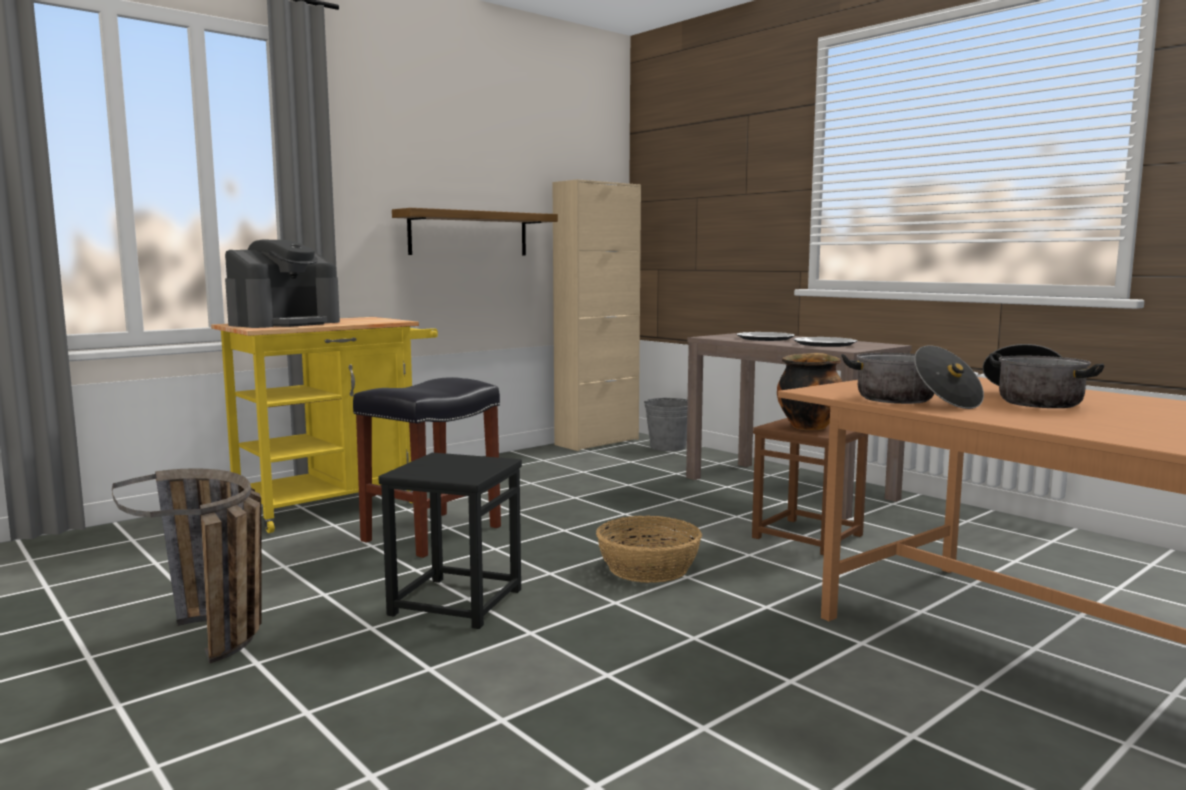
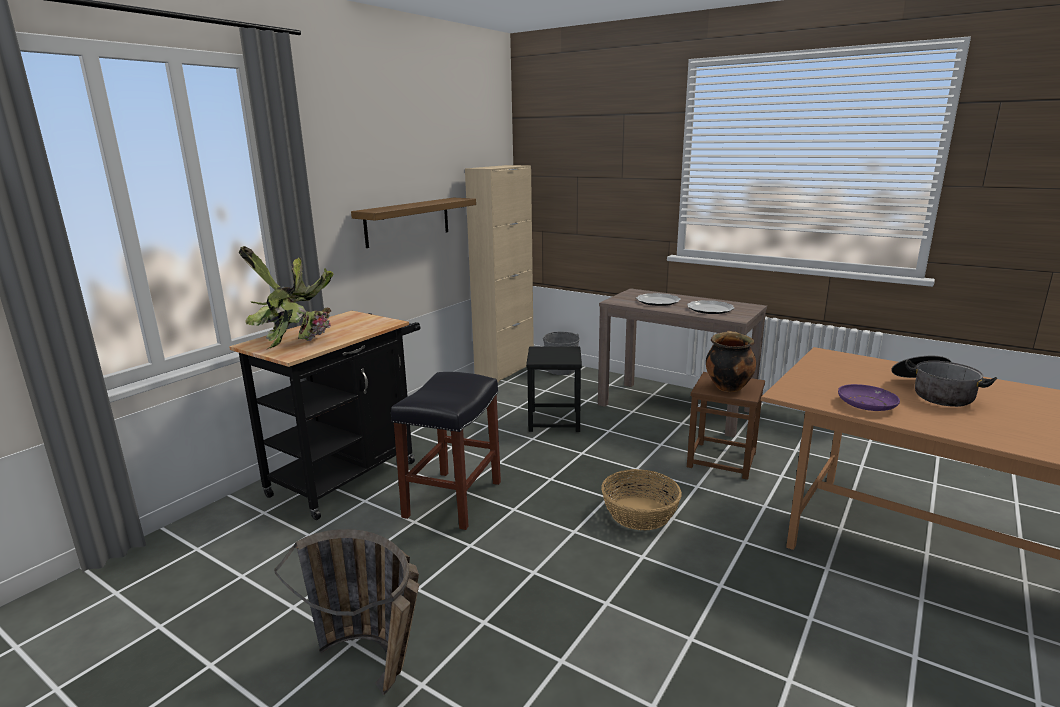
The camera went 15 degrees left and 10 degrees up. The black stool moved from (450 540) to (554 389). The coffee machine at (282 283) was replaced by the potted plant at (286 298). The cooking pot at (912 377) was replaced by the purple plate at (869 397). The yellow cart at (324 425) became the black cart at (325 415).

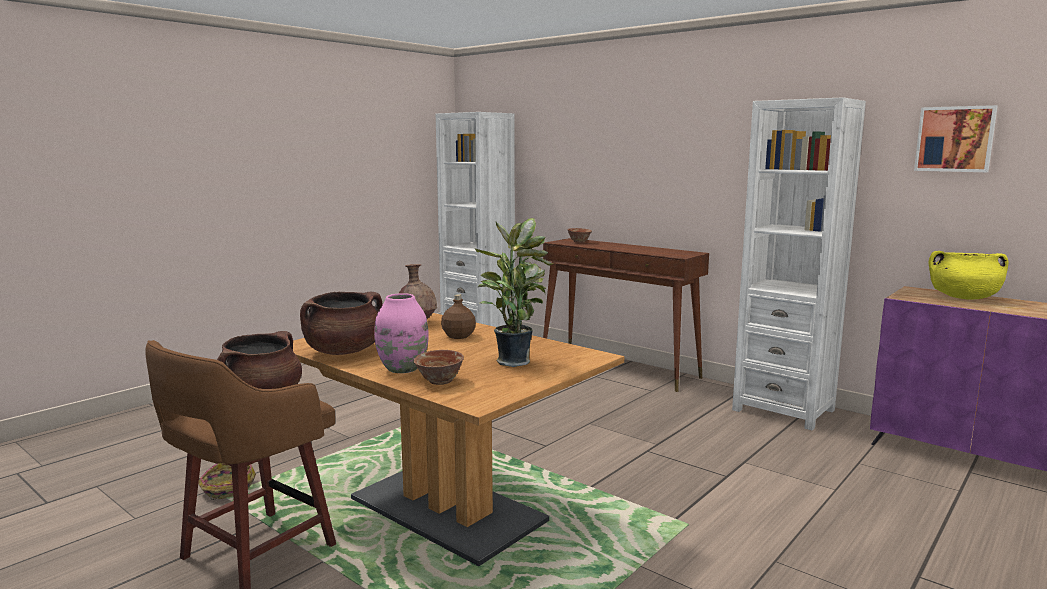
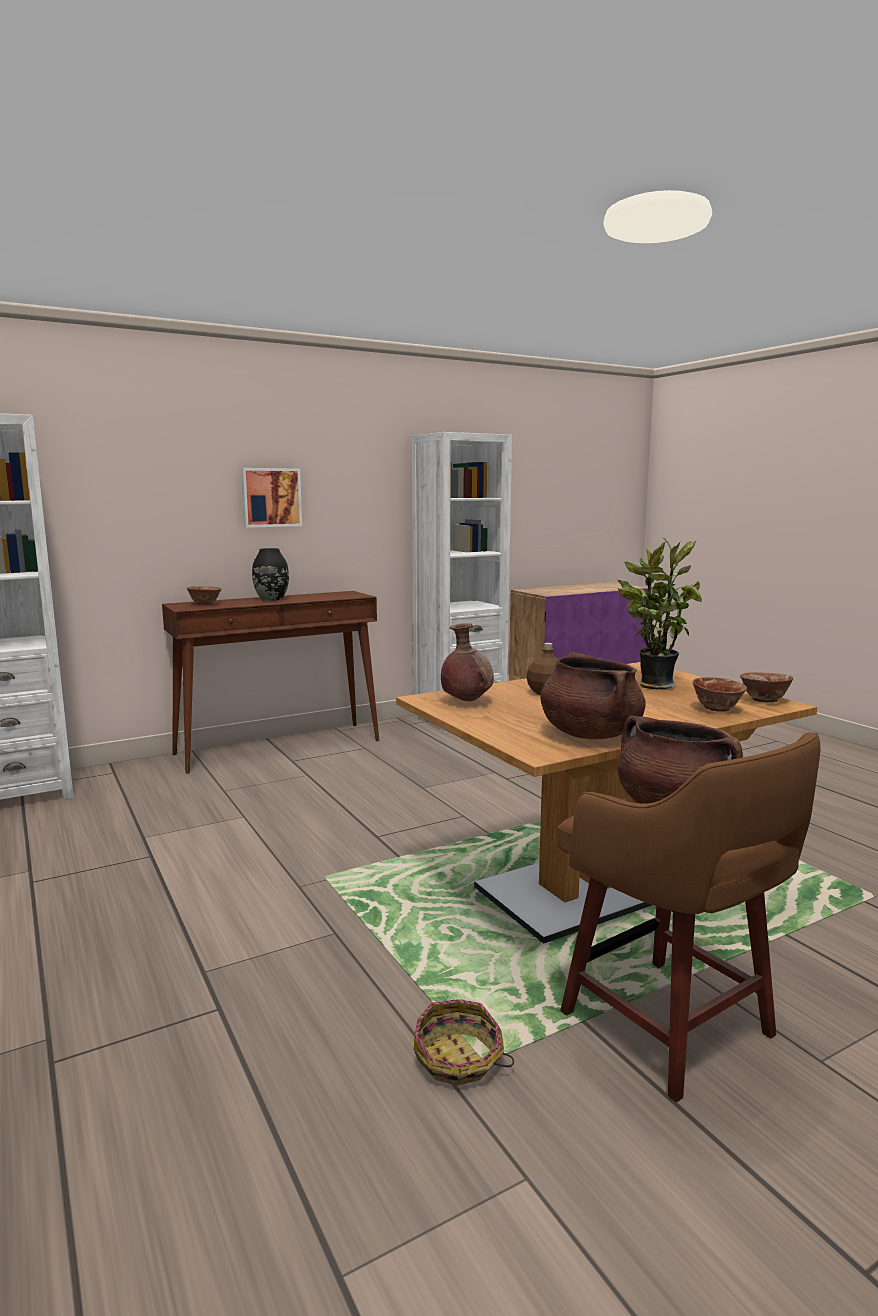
The camera went 70 degrees left and 0 degrees up. The pink vase at (401 333) disappeared. The yellow cooking pot at (968 275) disappeared. The black vase at (270 574) appeared. The bowl at (766 687) appeared. The picture moved from (956 138) to (271 498).

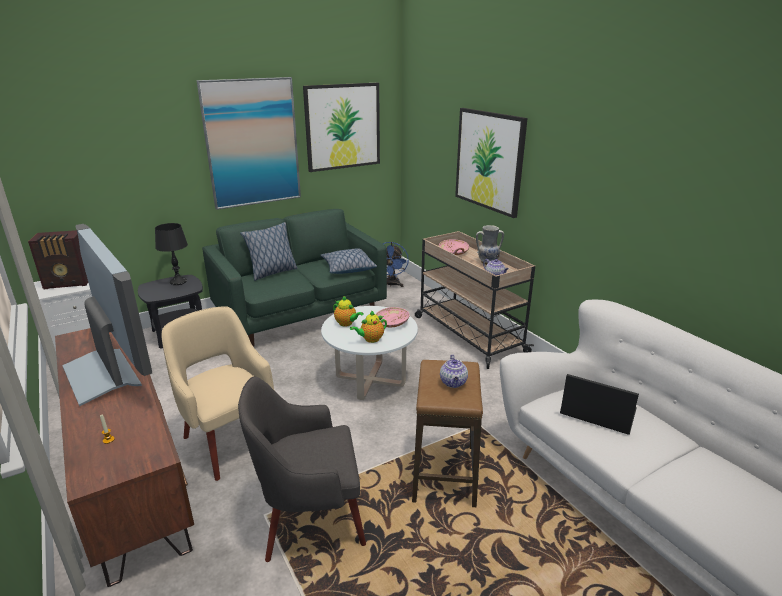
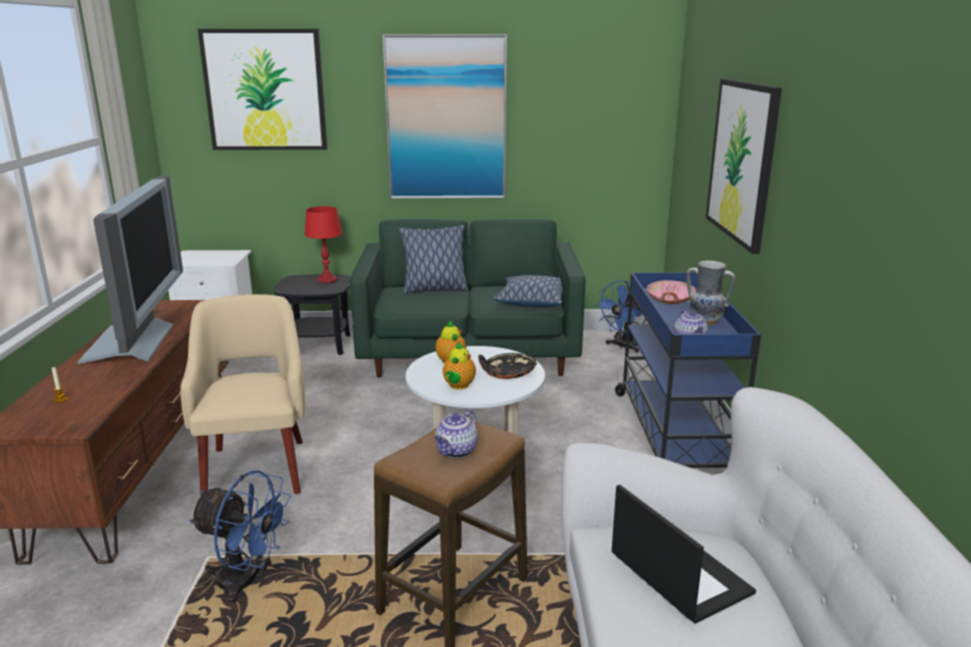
The camera went 30 degrees right and 5 degrees down. The radio at (58 259) disappeared. The picture moved from (341 127) to (262 89). The grey armchair at (302 469) was replaced by the blue fan at (240 537). The black table lamp at (171 254) became the red table lamp at (323 244). The pink bowl at (393 317) became the black bowl at (507 366). The beige cart at (475 300) became the blue cart at (688 370). The teapot at (368 326) turned 75 degrees counterclockwise.

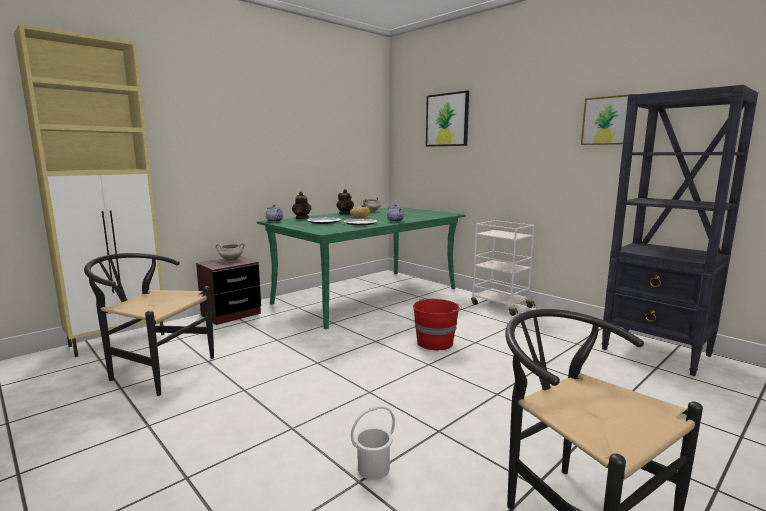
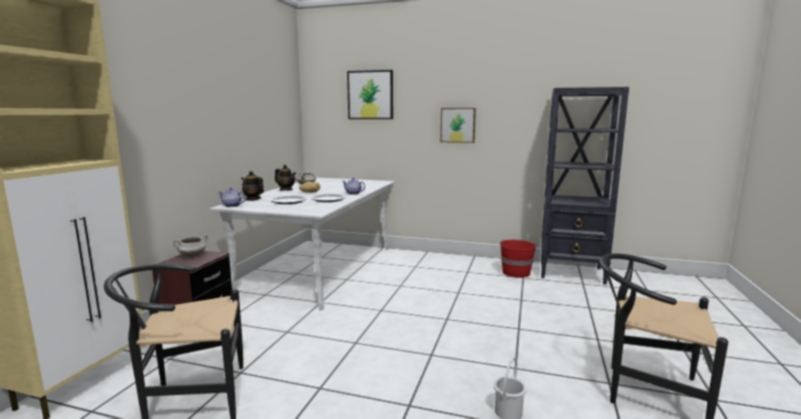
The camera went 30 degrees left and 0 degrees up. The white cart at (503 268) disappeared. The red bucket moved from (437 324) to (518 259). The picture moved from (607 119) to (458 125). The green dining table at (361 268) became the white dining table at (302 244).

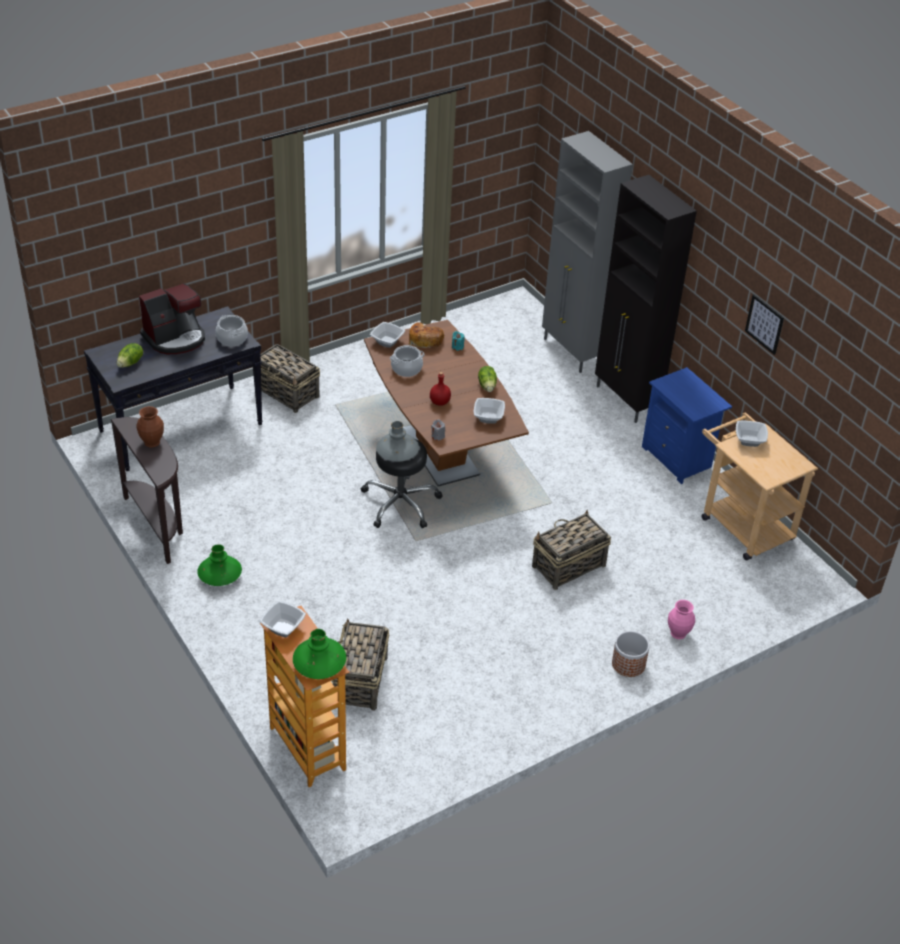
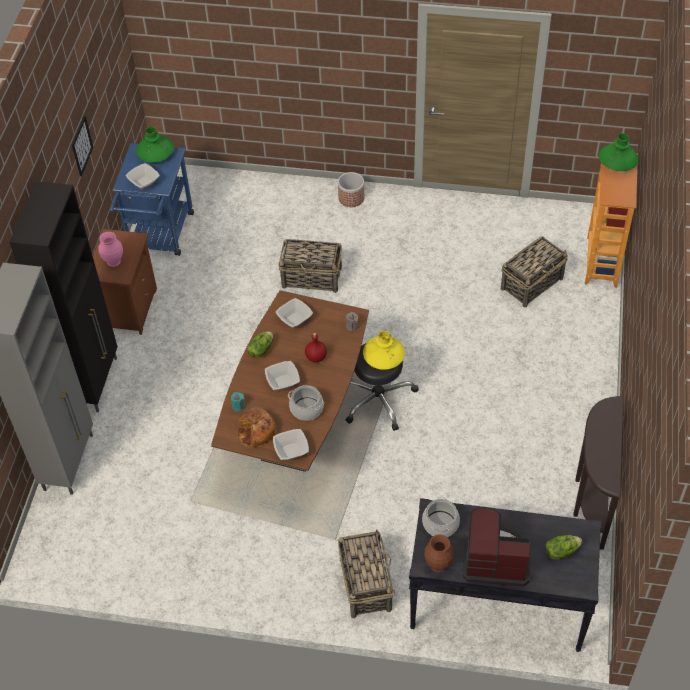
The camera went 135 degrees left and 10 degrees up. The brown vase moved from (150 426) to (439 553). The green vase moved from (219 565) to (155 145). The bowl moved from (282 619) to (282 376). The pink vase moved from (681 619) to (111 249). The grey vase at (397 441) became the yellow vase at (384 350). The blue nightstand at (687 425) became the brown nightstand at (125 282). The beige cart at (760 486) became the blue cart at (152 199).

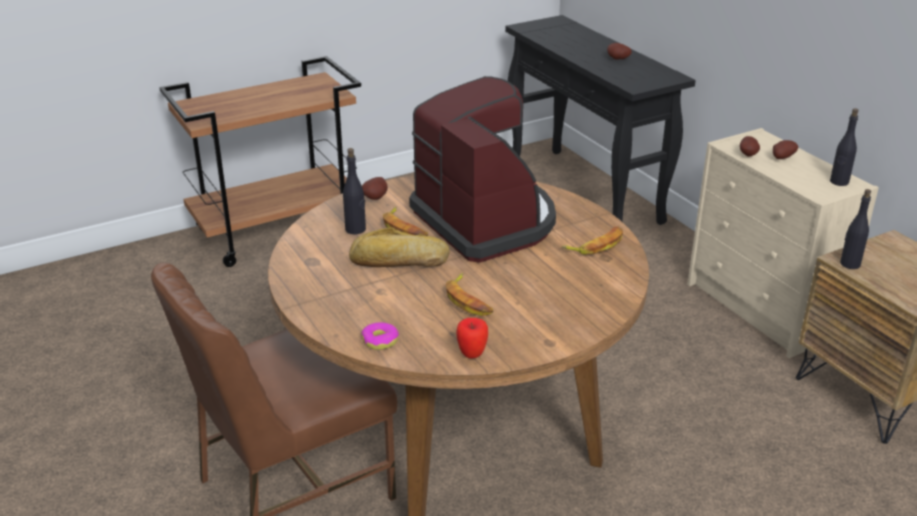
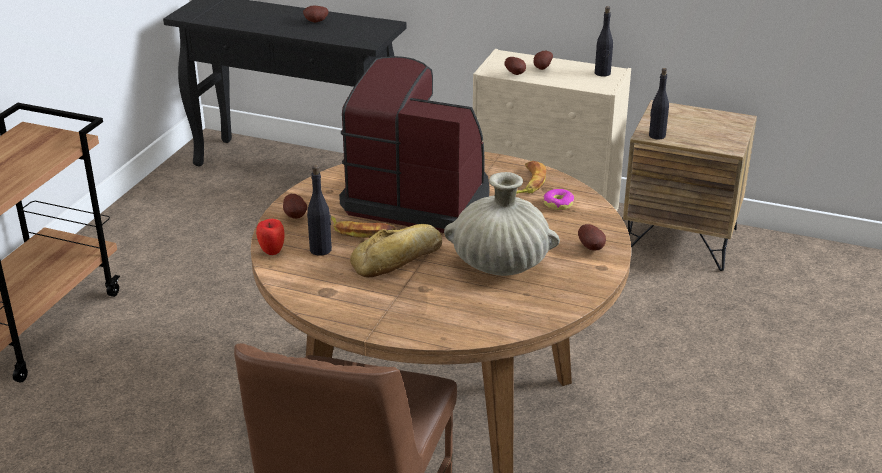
The camera went 40 degrees left and 0 degrees up. The potato at (592 237) appeared. The donut moved from (380 336) to (559 199). The apple moved from (472 338) to (270 237). The banana at (469 294) was replaced by the beige vase at (502 224).

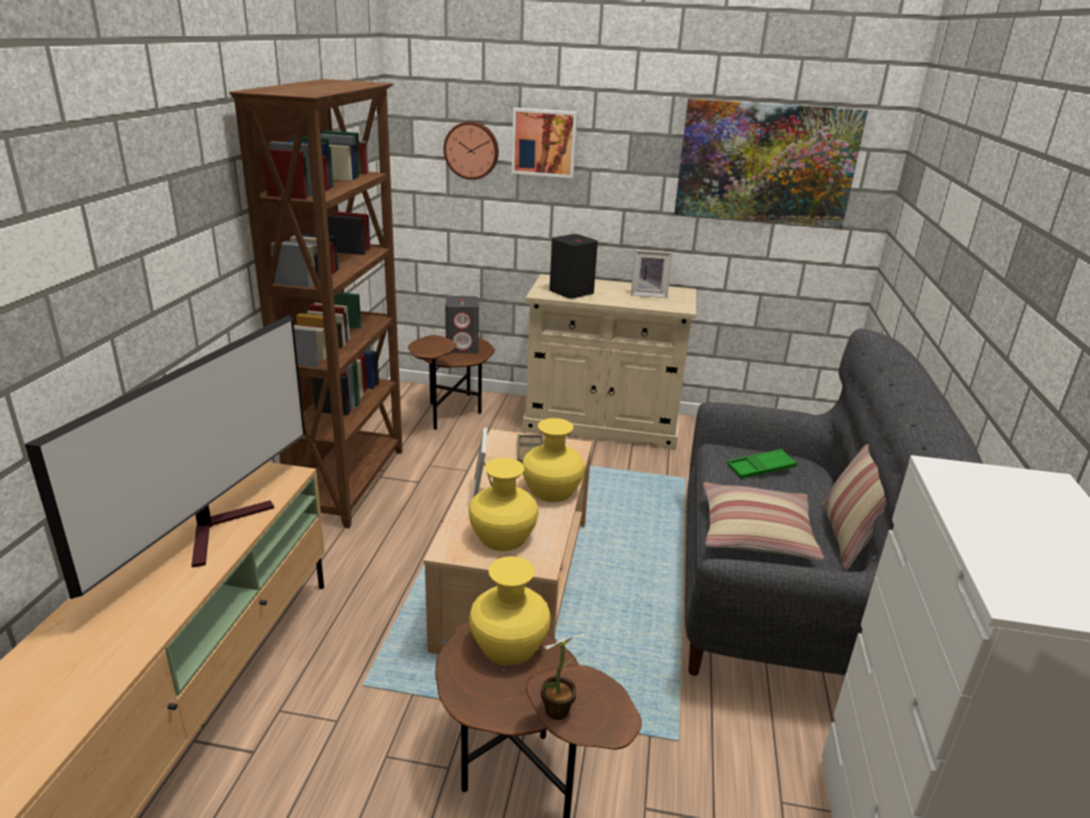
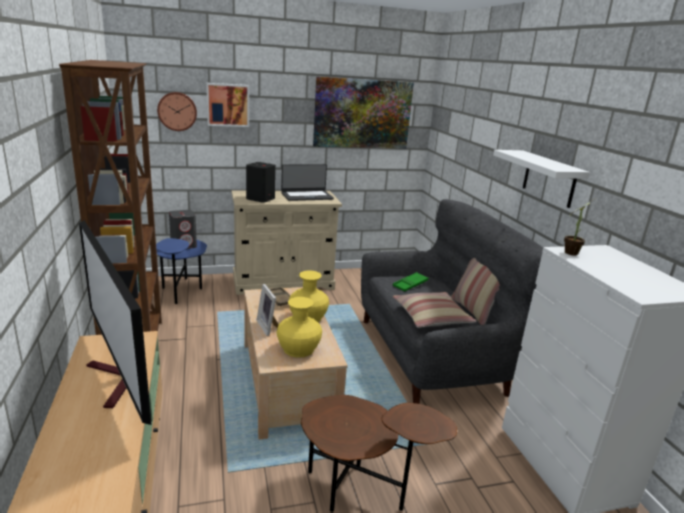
The camera went 25 degrees left and 5 degrees down. The yellow vase at (510 610) disappeared. The white shelf at (541 179) appeared. The potted plant moved from (563 675) to (580 226). The picture frame at (651 274) was replaced by the laptop at (307 182). The brown side table at (451 382) became the blue side table at (181 271). The television at (165 457) turned 150 degrees clockwise.

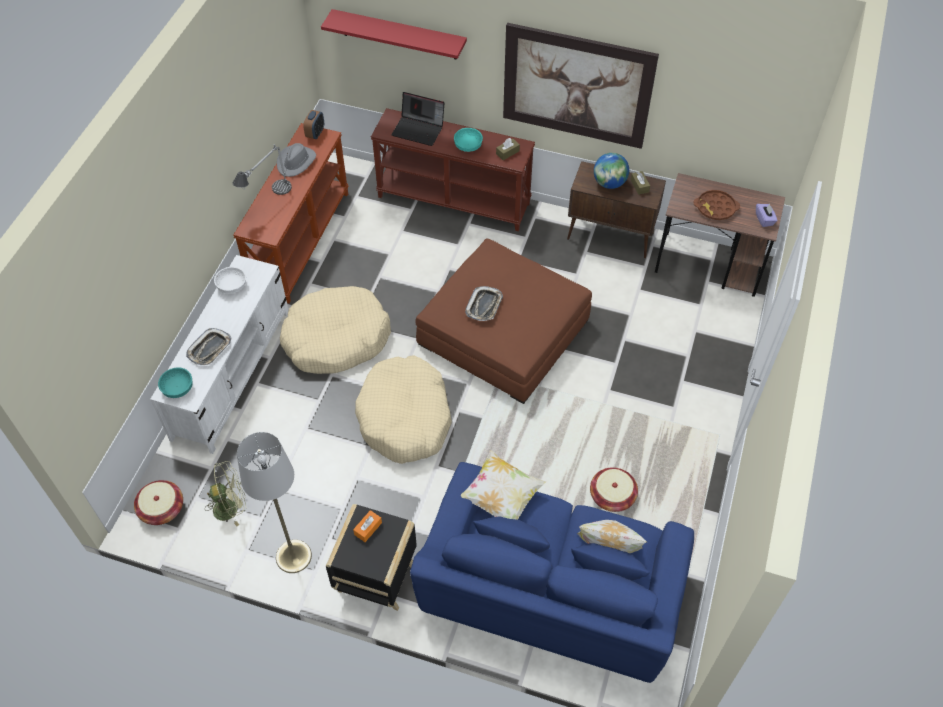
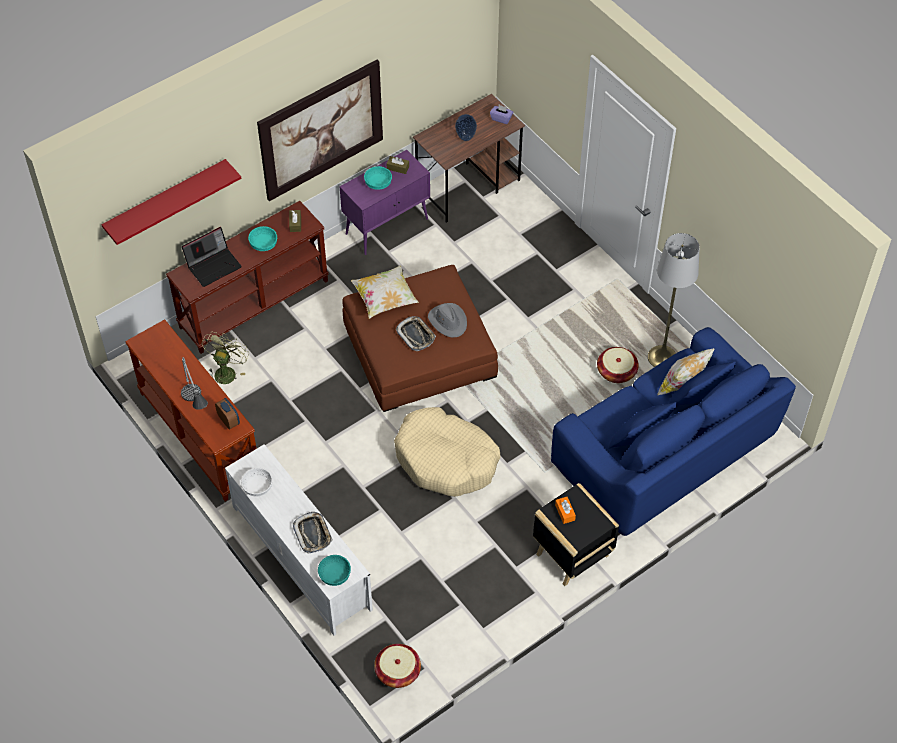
The camera went 55 degrees left and 0 degrees up. The beige dog bed at (335 330) disappeared. The green fan moved from (226 493) to (225 358). The grey floor lamp moved from (274 502) to (674 300). The grey hat moved from (296 160) to (447 320). The alarm clock moved from (313 124) to (227 414). The pillow moved from (503 485) to (385 292). The globe at (611 171) was replaced by the turquoise bowl at (378 178). The brown tray at (717 205) was replaced by the vase at (466 127). The brown cabinet at (616 209) became the purple cabinet at (385 202).

